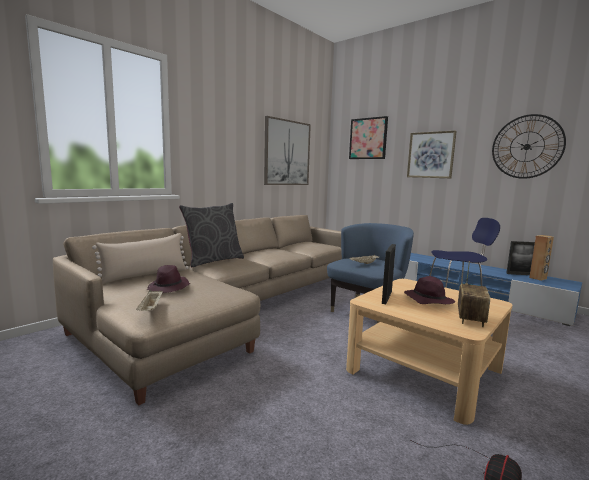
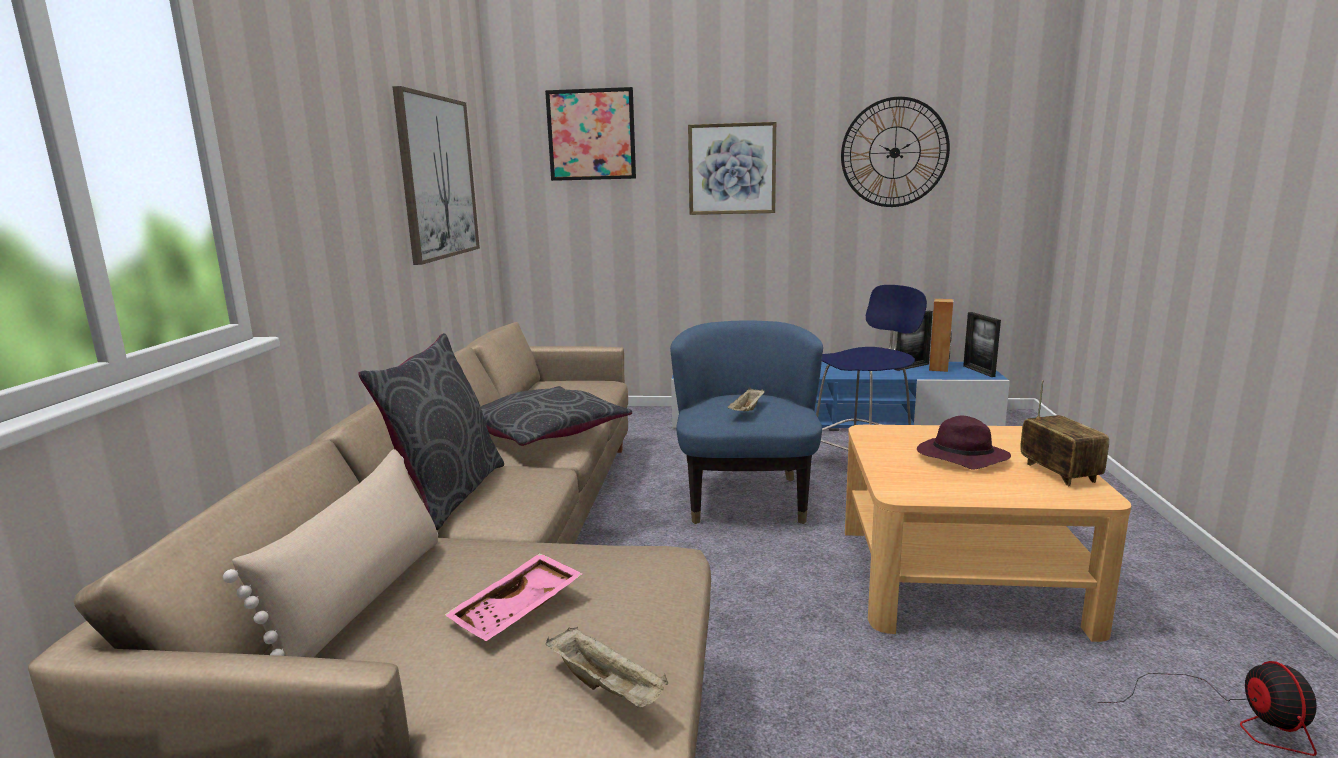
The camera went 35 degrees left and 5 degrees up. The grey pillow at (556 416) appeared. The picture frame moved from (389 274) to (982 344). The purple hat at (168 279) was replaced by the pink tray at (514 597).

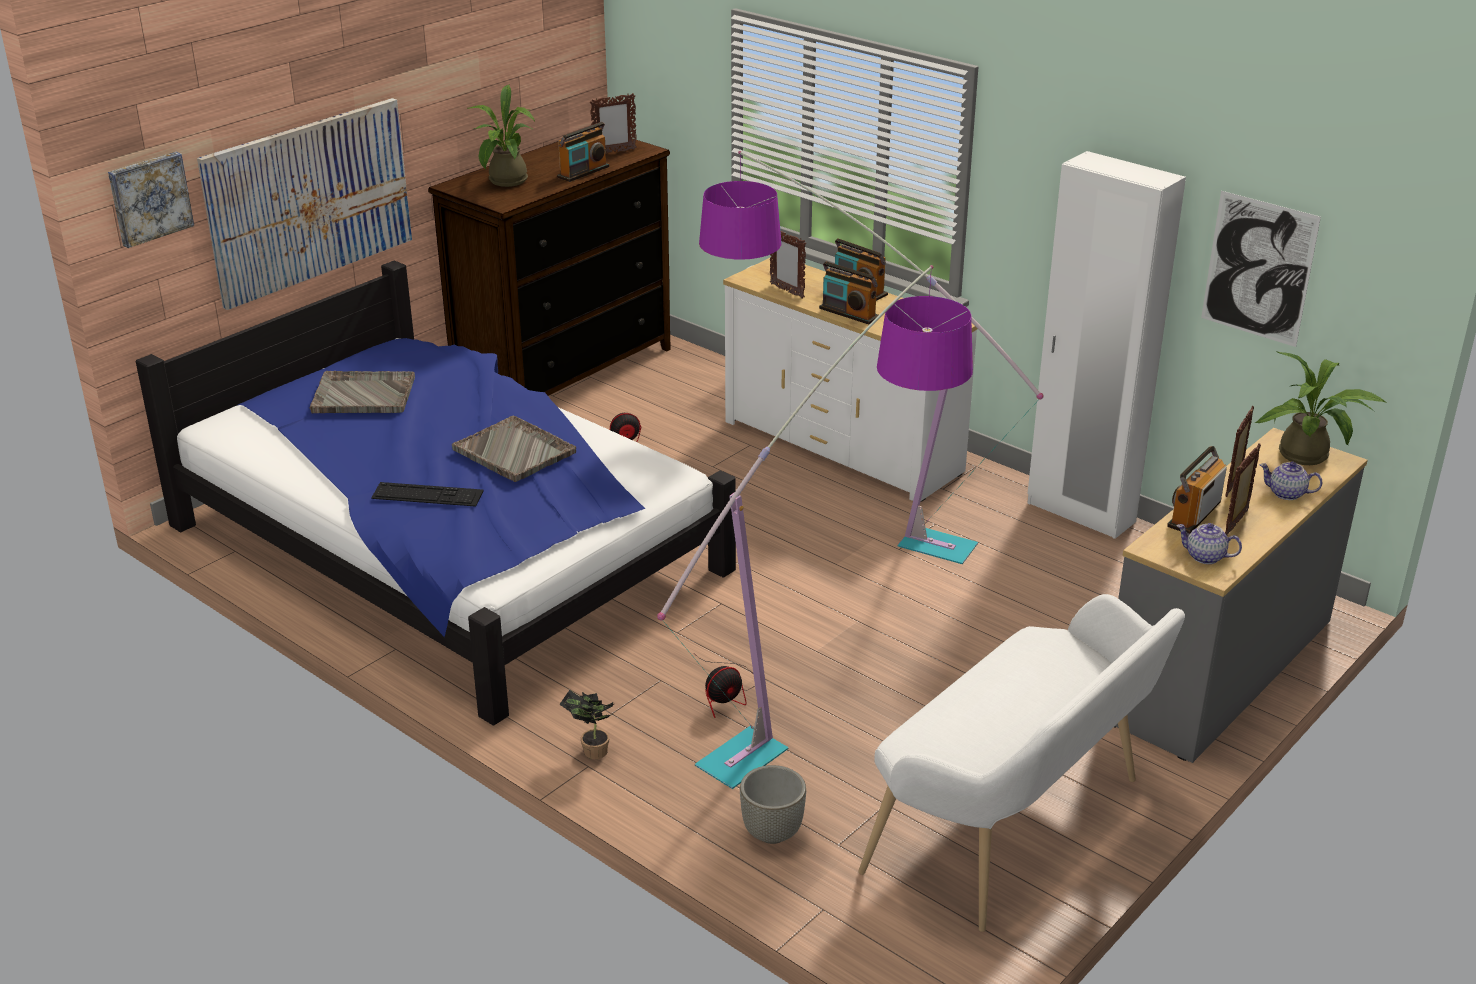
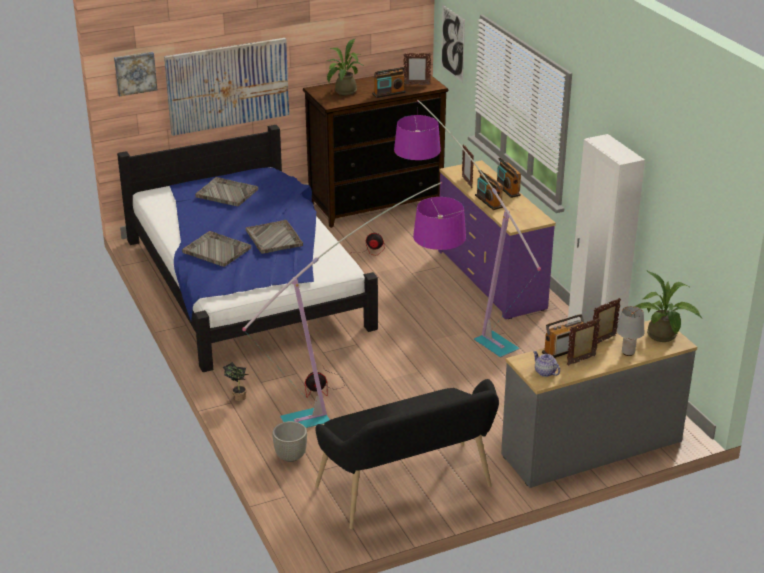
The camera went 25 degrees right and 0 degrees up. The picture moved from (1261 269) to (453 43). The keyboard at (427 494) was replaced by the grey tray at (216 249). The teapot at (1290 481) was replaced by the grey table lamp at (630 331). The white dresser at (850 380) became the purple dresser at (497 239). The white bench at (1021 763) became the black bench at (407 454).

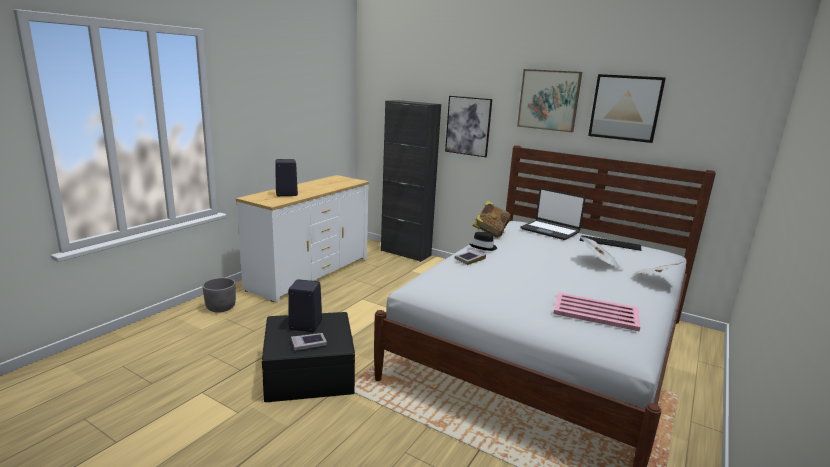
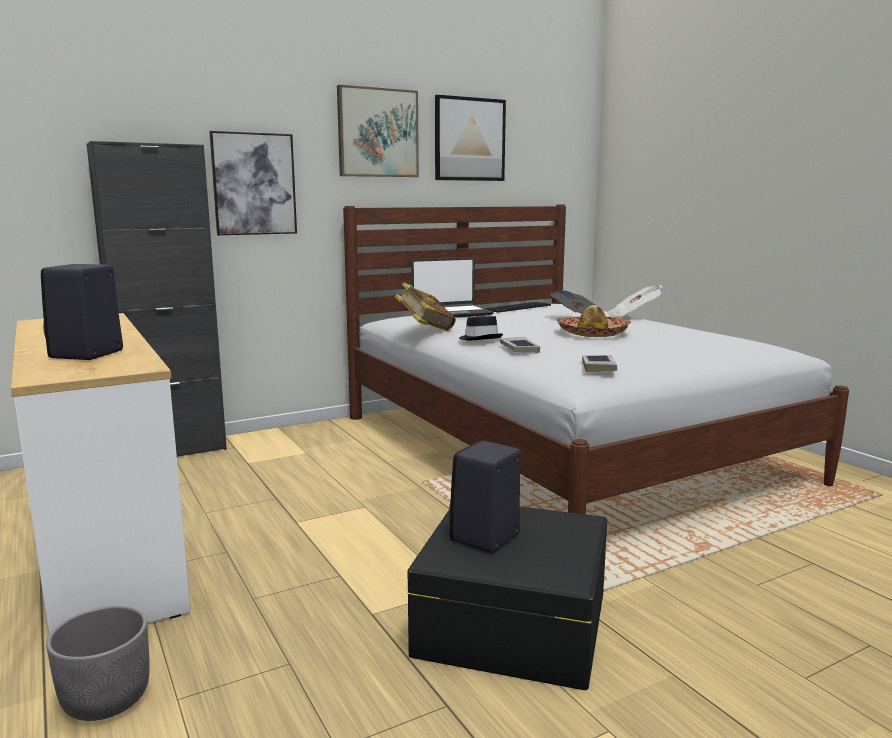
The camera went 60 degrees left and 5 degrees down. The pink tray at (596 312) disappeared. The hat at (593 321) appeared. The book moved from (309 341) to (599 363).

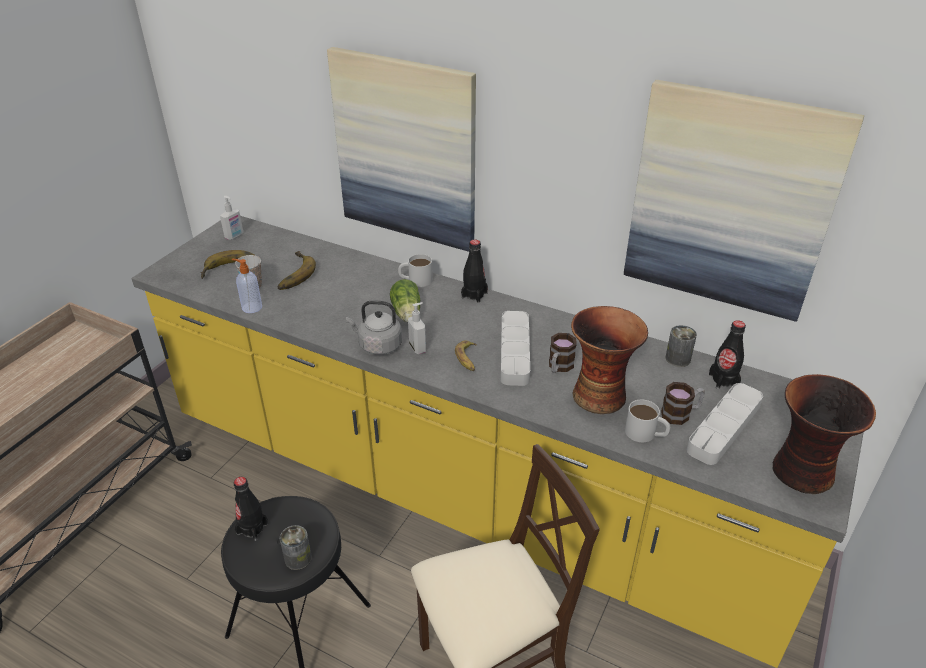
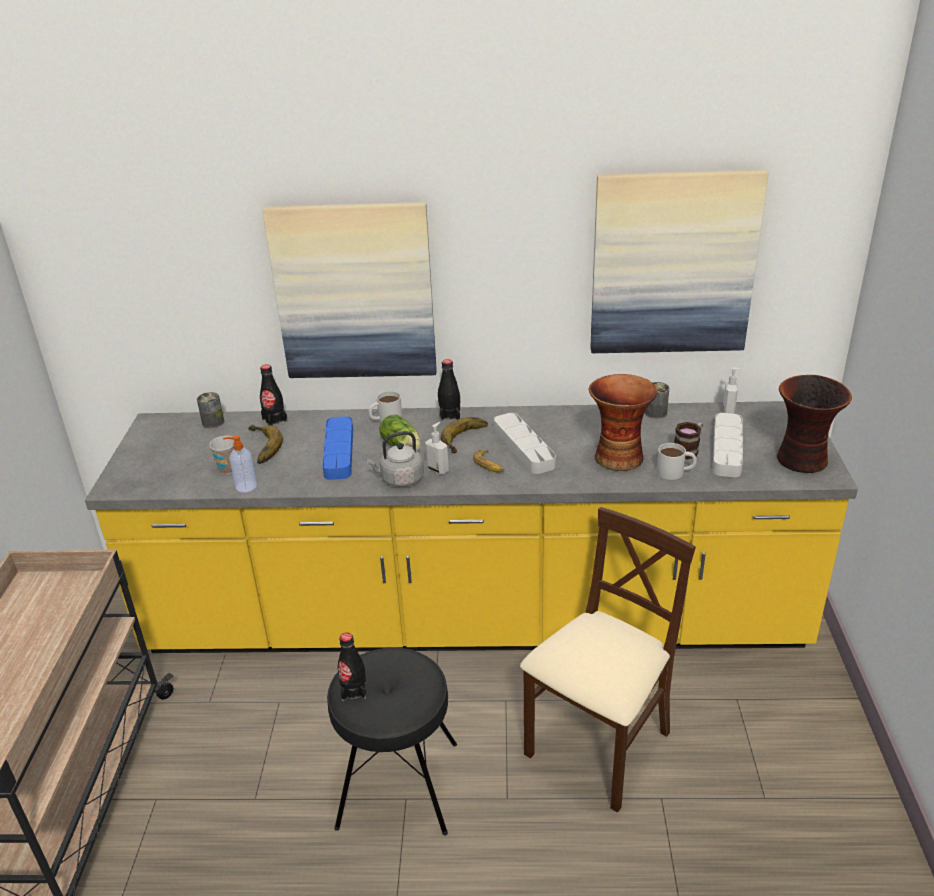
The camera went 25 degrees left and 5 degrees down. The mug at (563 353) disappeared. The blue tray at (337 448) appeared. The banana moved from (228 264) to (464 435). The soap dispenser moved from (231 218) to (732 390). The can moved from (296 547) to (210 410). The black bottle moved from (727 354) to (274 395).

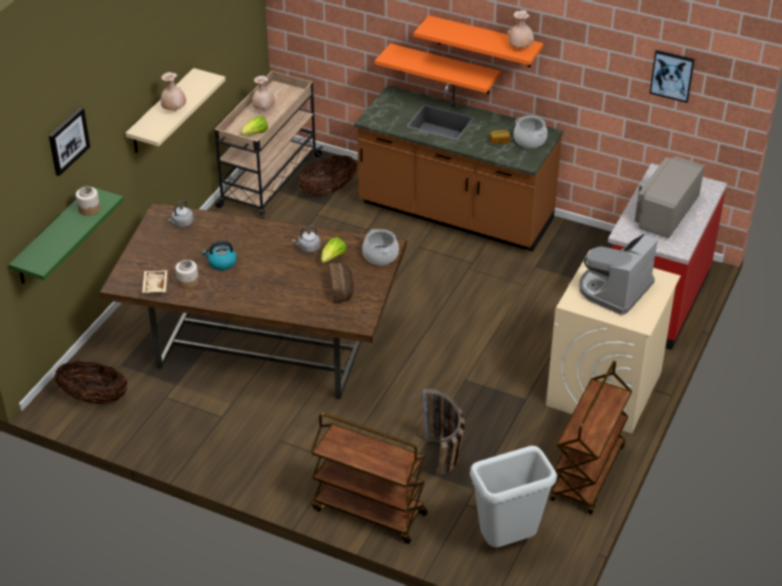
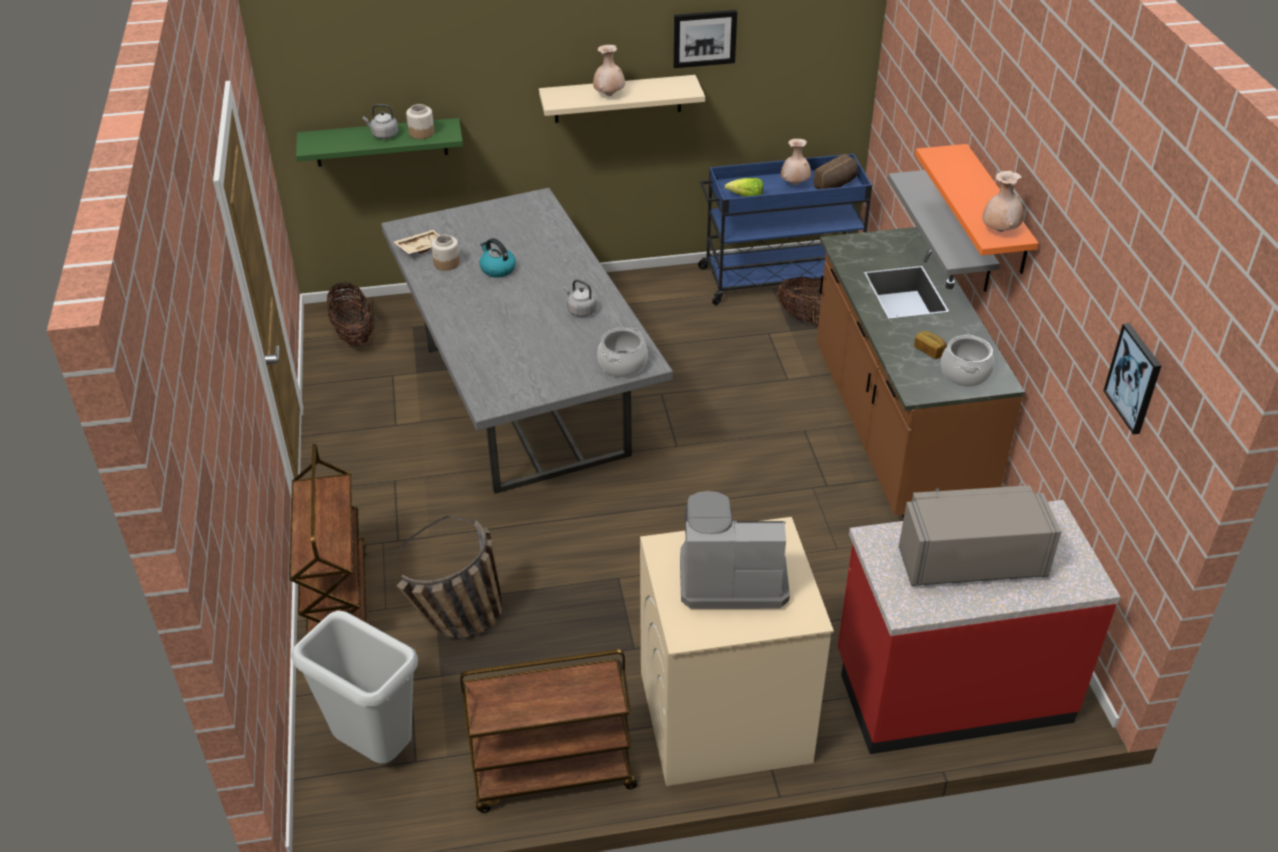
The camera went 55 degrees right and 0 degrees up. The lettuce at (334 250) disappeared. The picture moved from (69 141) to (705 39). The grey kettle moved from (181 214) to (380 121). The bread moved from (341 283) to (836 171). The brown dining table at (253 300) became the grey dining table at (527 341). The beige cart at (268 145) became the blue cart at (785 229). The orange shelf at (437 68) became the grey shelf at (944 231).

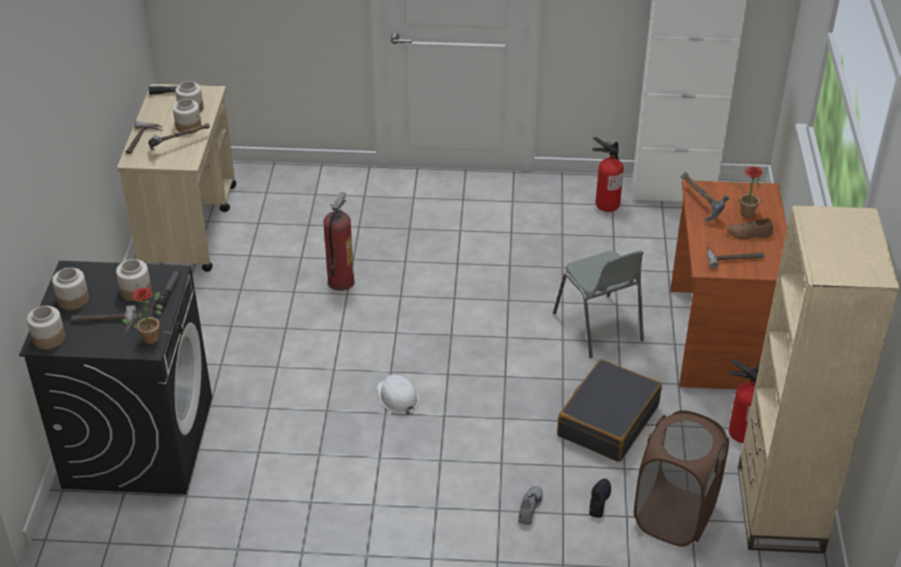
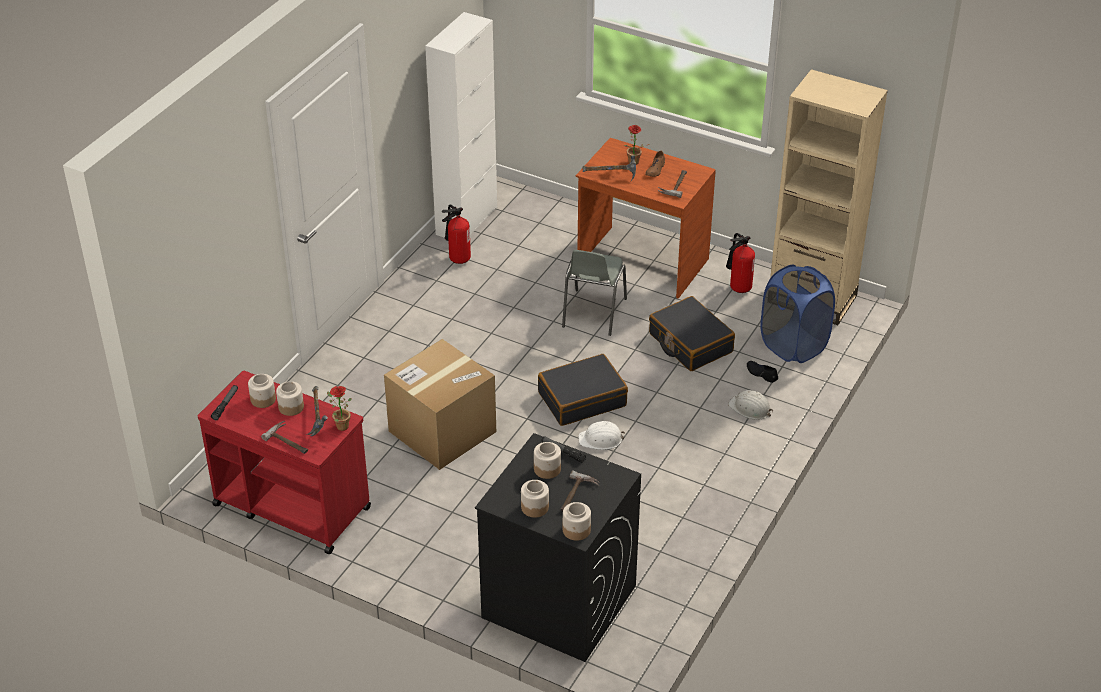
The camera went 65 degrees left and 0 degrees up. The black suitcase at (583 390) appeared. The potted plant moved from (142 316) to (339 408). The fire extinguisher at (339 241) was replaced by the cardboard box at (440 404). The grey shoe at (530 505) was replaced by the white hard hat at (751 405). The beige cart at (176 178) became the red cart at (284 462). The brown laundry basket at (681 478) became the blue laundry basket at (797 313). The grey chair at (598 304) turned 105 degrees clockwise.

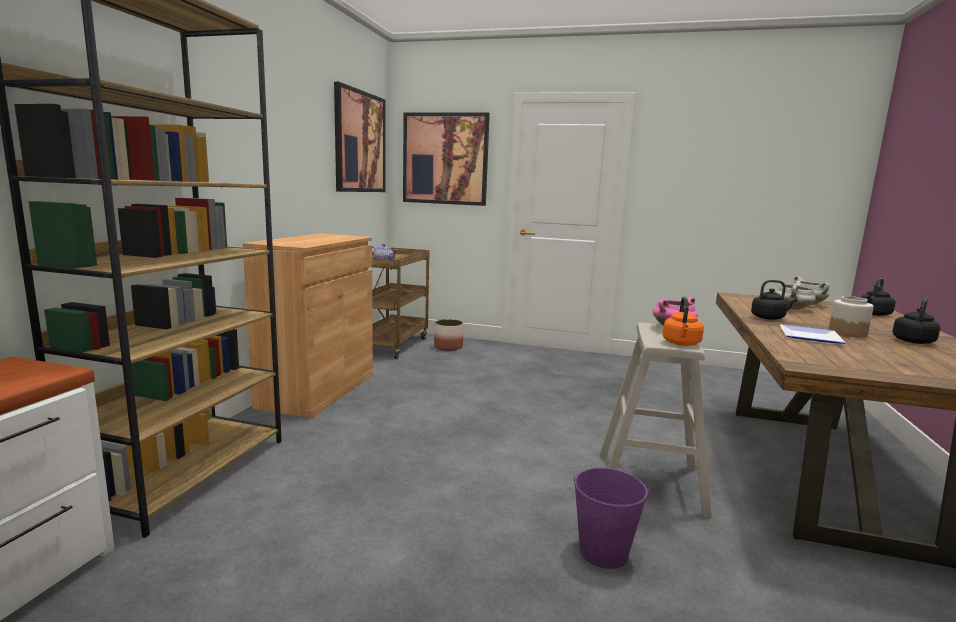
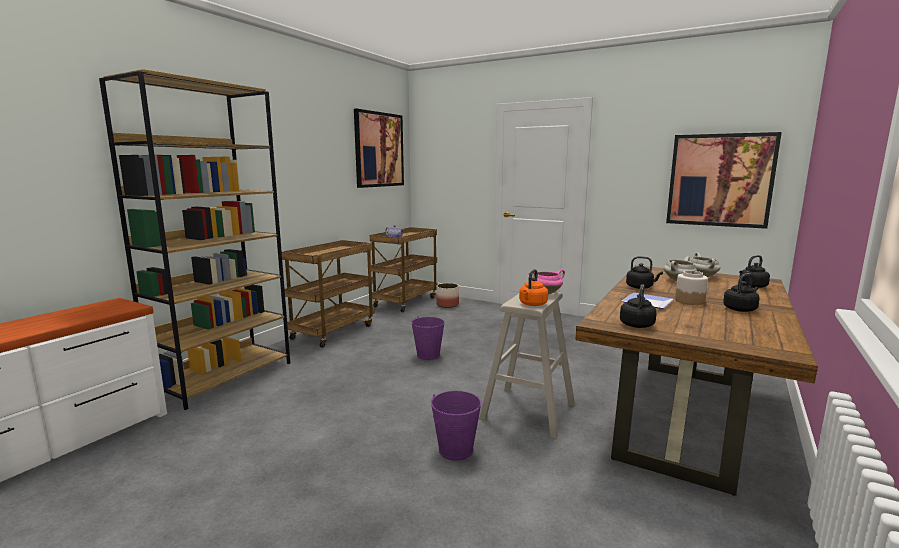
The camera went 15 degrees right and 0 degrees up. The purple bucket at (428 338) appeared. The black kettle at (638 306) appeared. The picture moved from (446 159) to (724 180). The brown cabinet at (308 325) was replaced by the brown cart at (328 294).

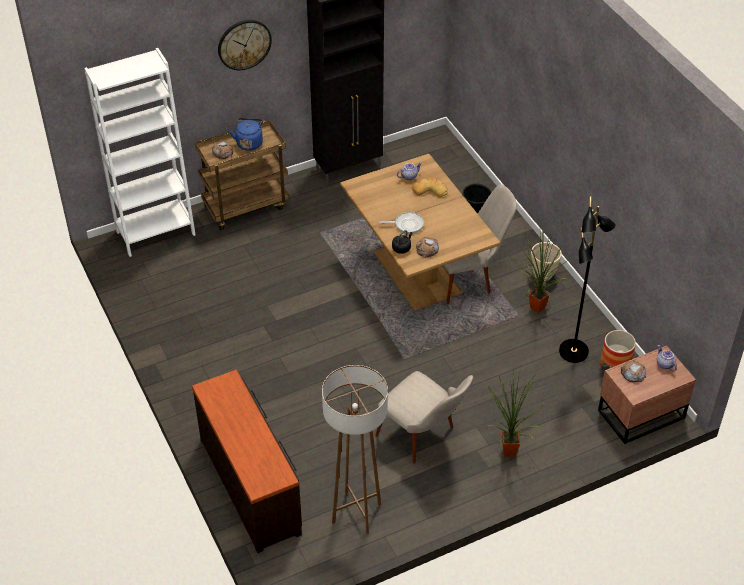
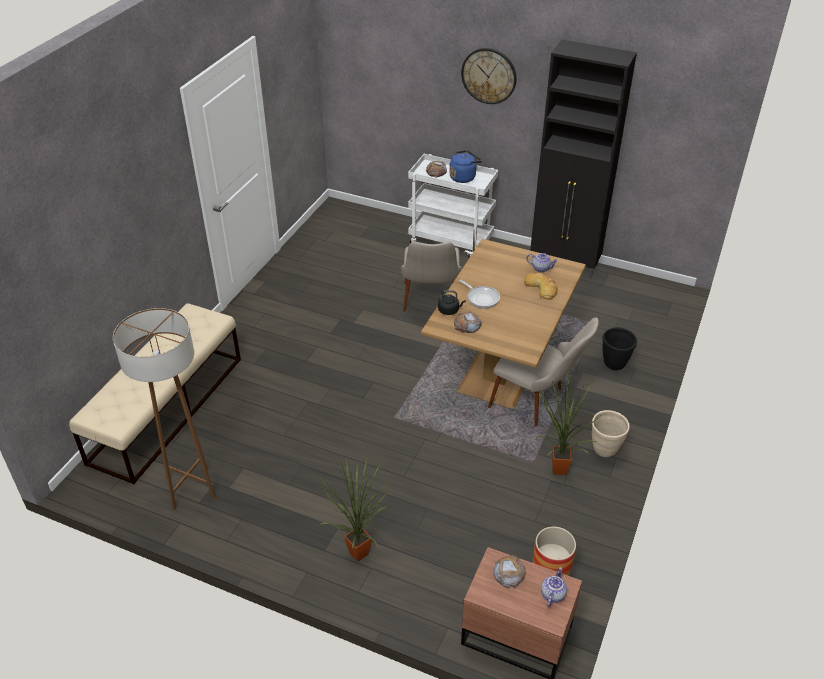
The camera went 50 degrees right and 5 degrees down. The white bookcase at (140 152) disappeared. The black floor lamp at (587 279) disappeared. The beige chair moved from (424 417) to (431 276). The brown dresser at (247 461) was replaced by the beige bench at (155 393). The brown cart at (242 175) became the white cart at (453 206).

